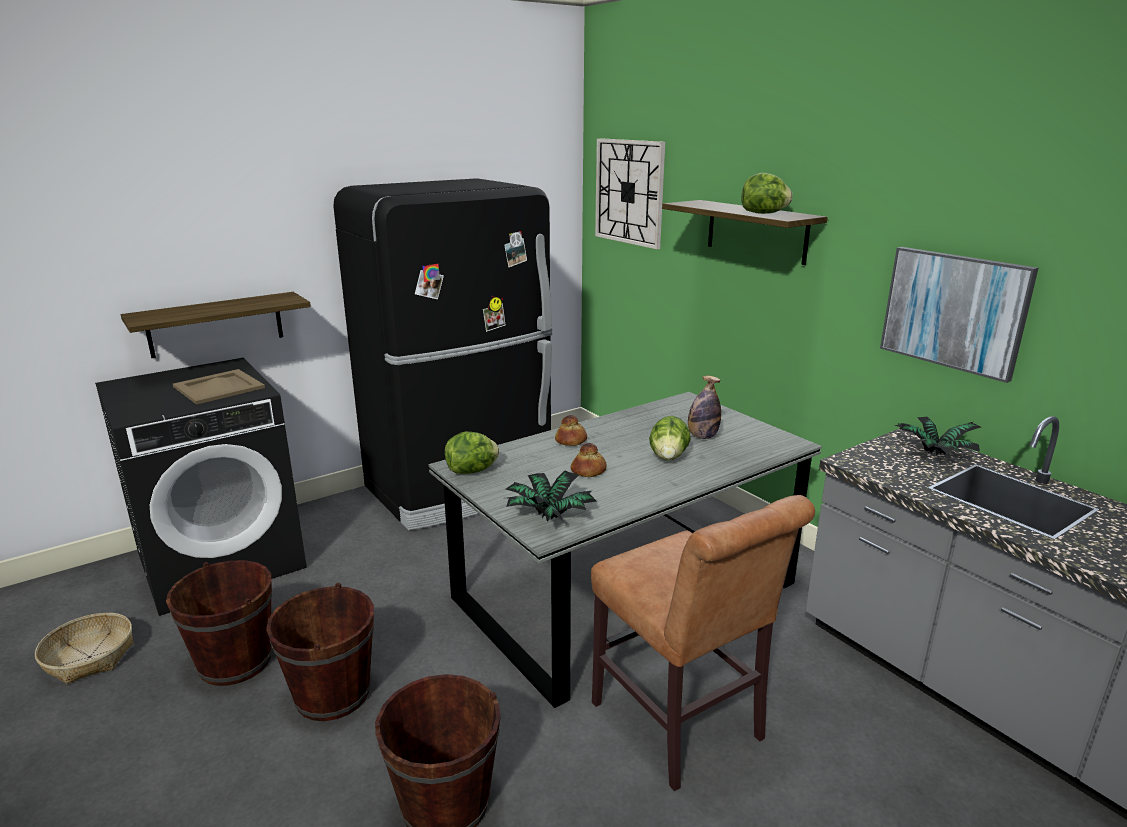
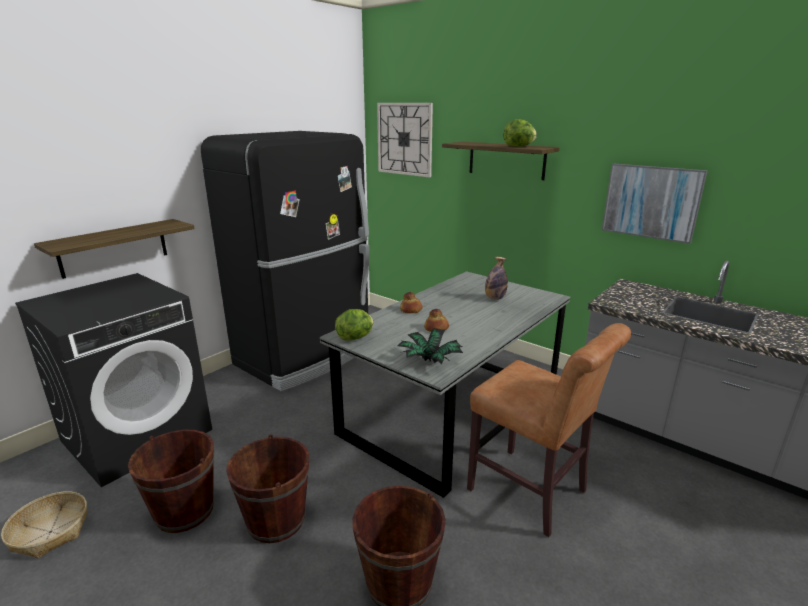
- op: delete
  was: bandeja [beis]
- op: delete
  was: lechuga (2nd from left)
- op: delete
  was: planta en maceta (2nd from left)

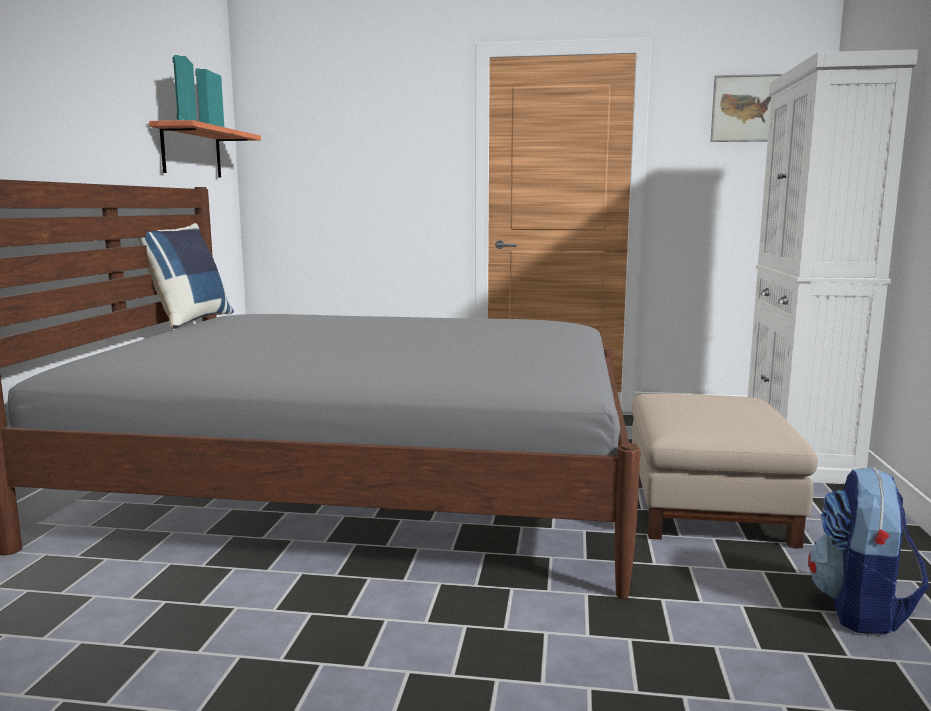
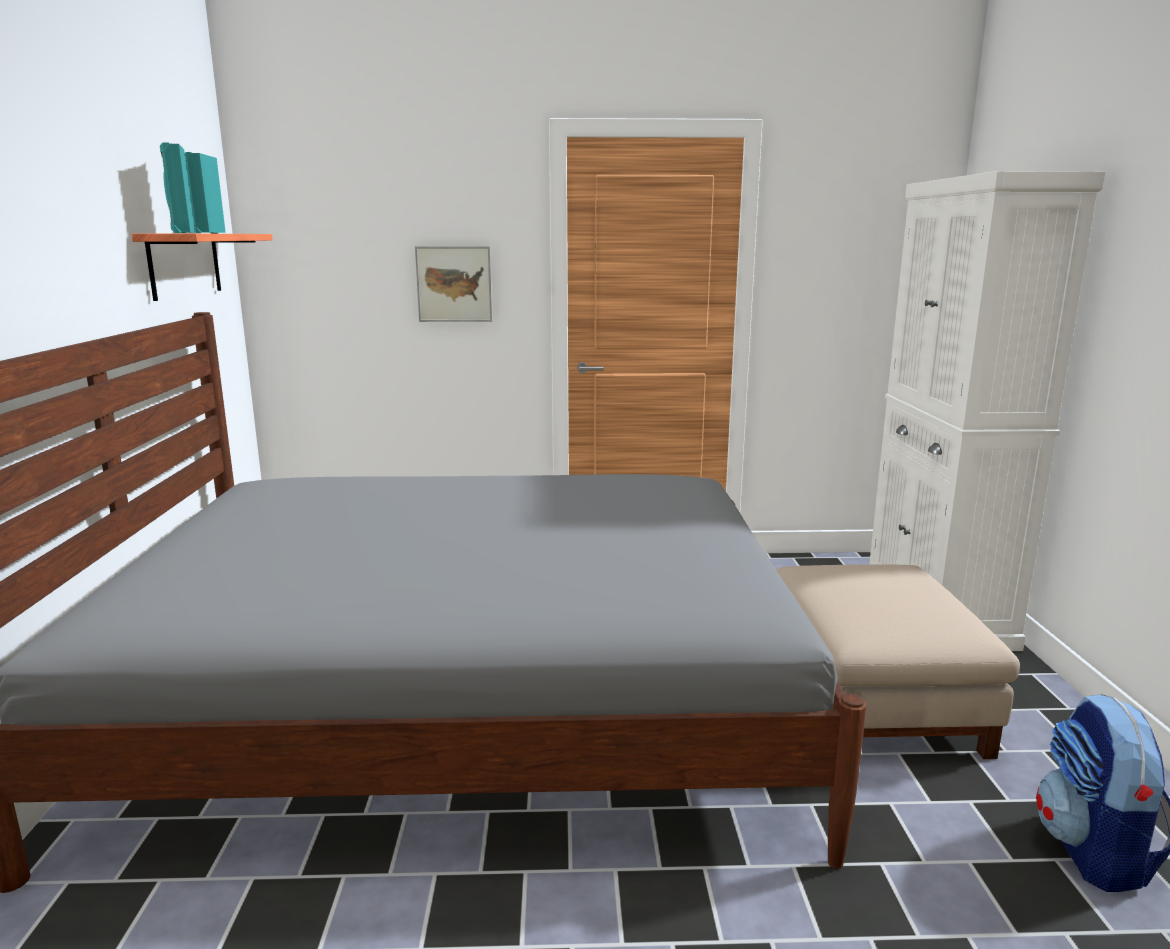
- op: move
  was: cuadro
- op: delete
  was: cojín [azul]

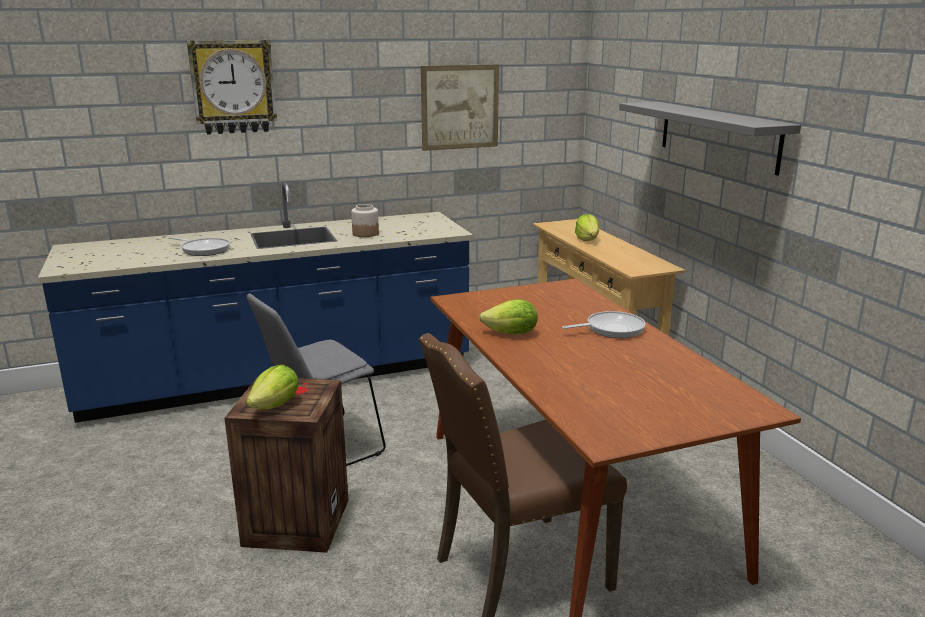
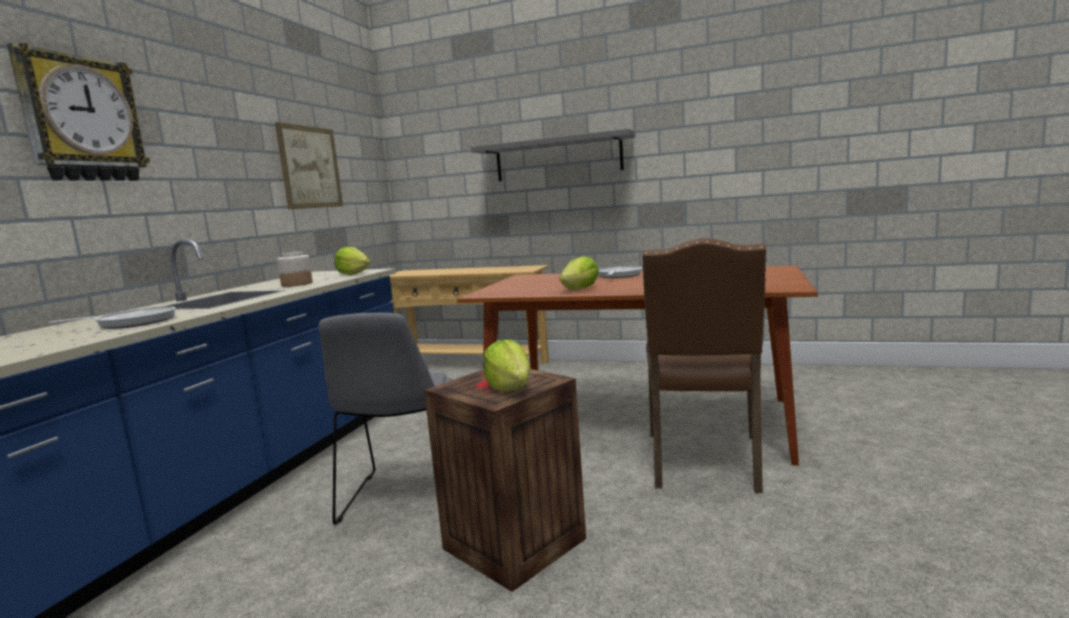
- op: move
  was: lechuga (3rd from left in the first image)
  now: lechuga (1st from left)

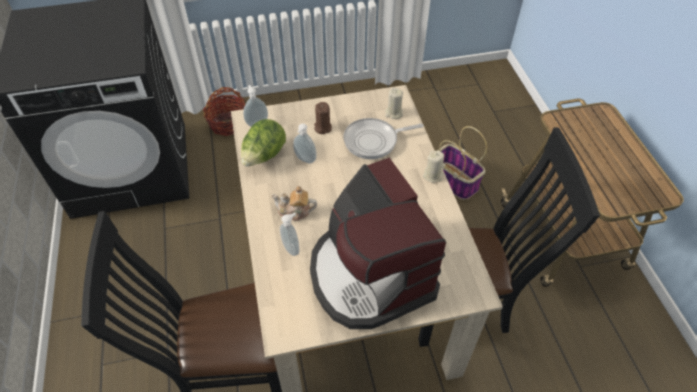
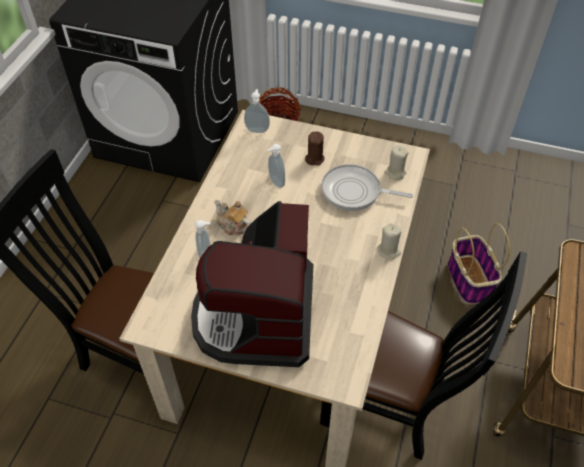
- op: delete
  was: lechuga

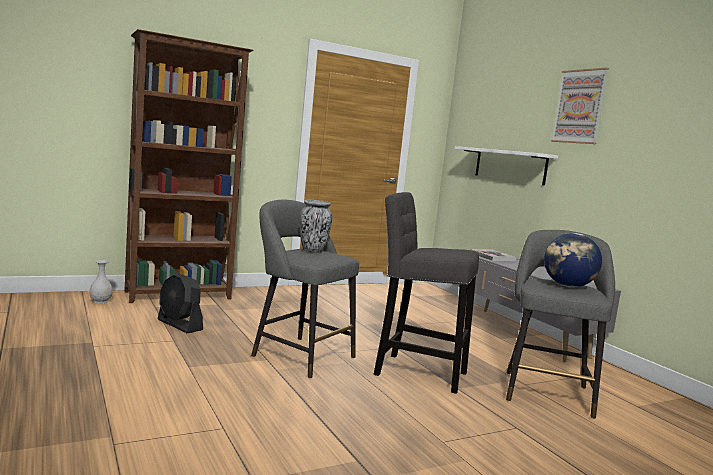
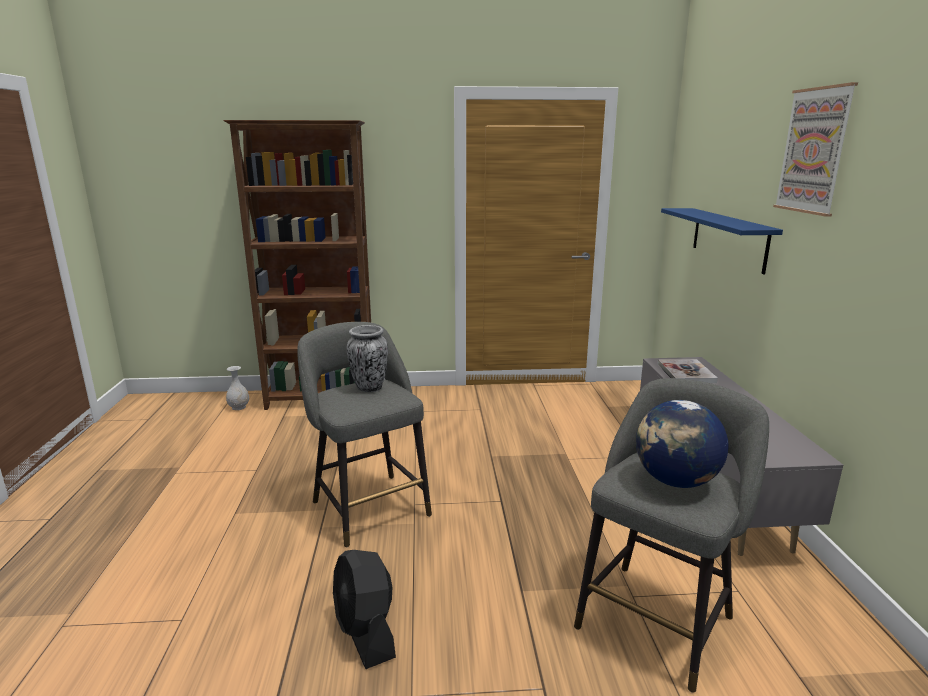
- op: move
  was: ventilador [negro]
- op: recolor
  was: estante [blanco]
  now: estante [azul]
- op: delete
  was: taburete [gris] (2nd from left)

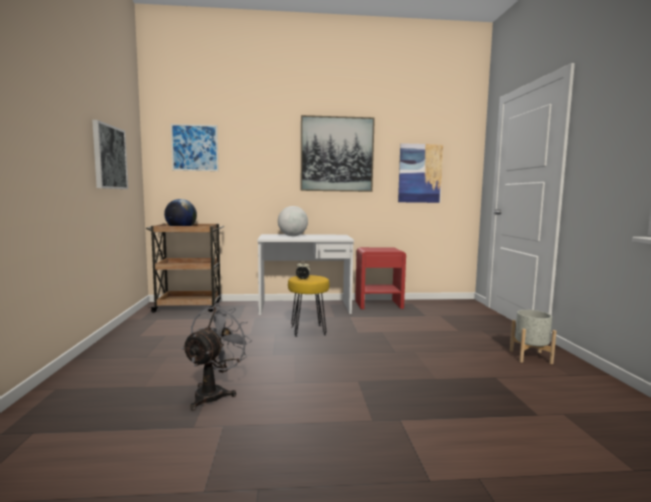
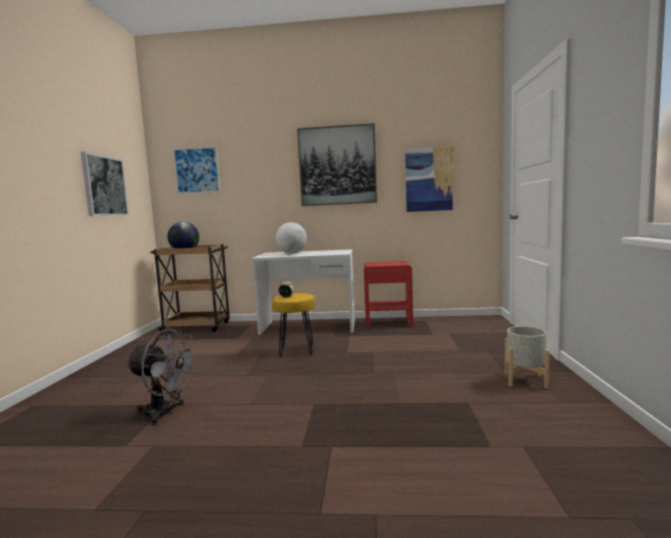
- op: rotate
  was: ventilador [gris]
  clockwise: 75

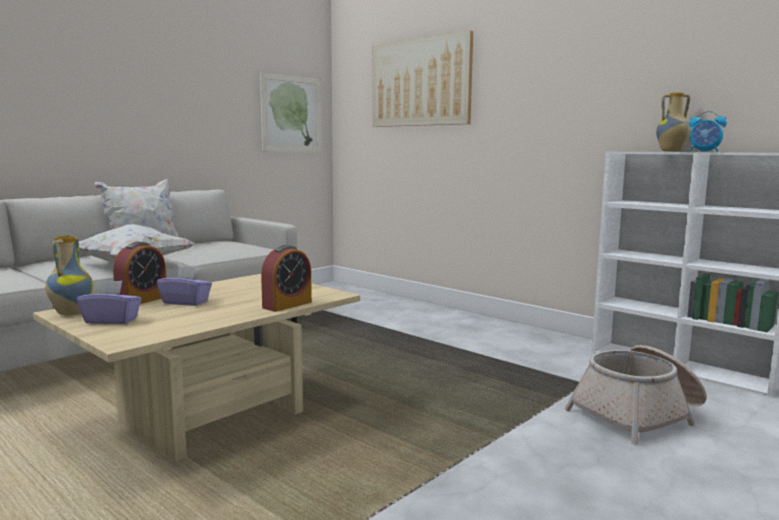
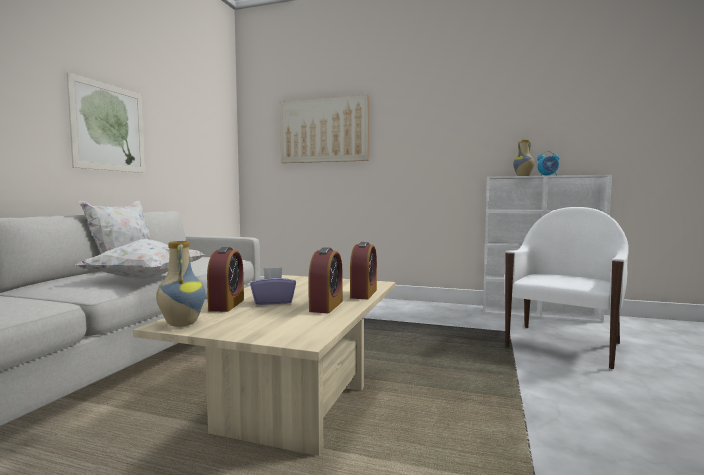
- op: move
  was: cuadro (1st from left)
- op: insert
  now: despertador (2nd from left)
- op: replace
  was: cesta
  now: sillón [blanco]
- op: delete
  was: caja de pañuelos [morado] (1st from left)

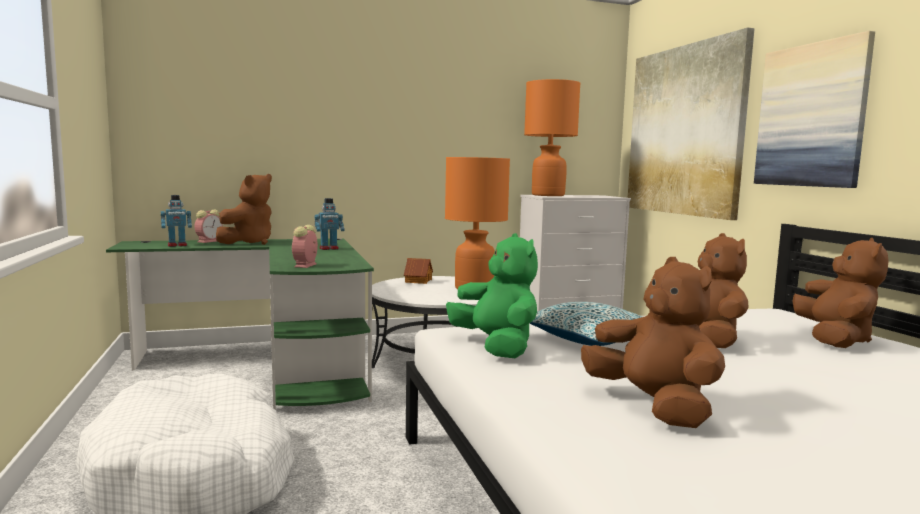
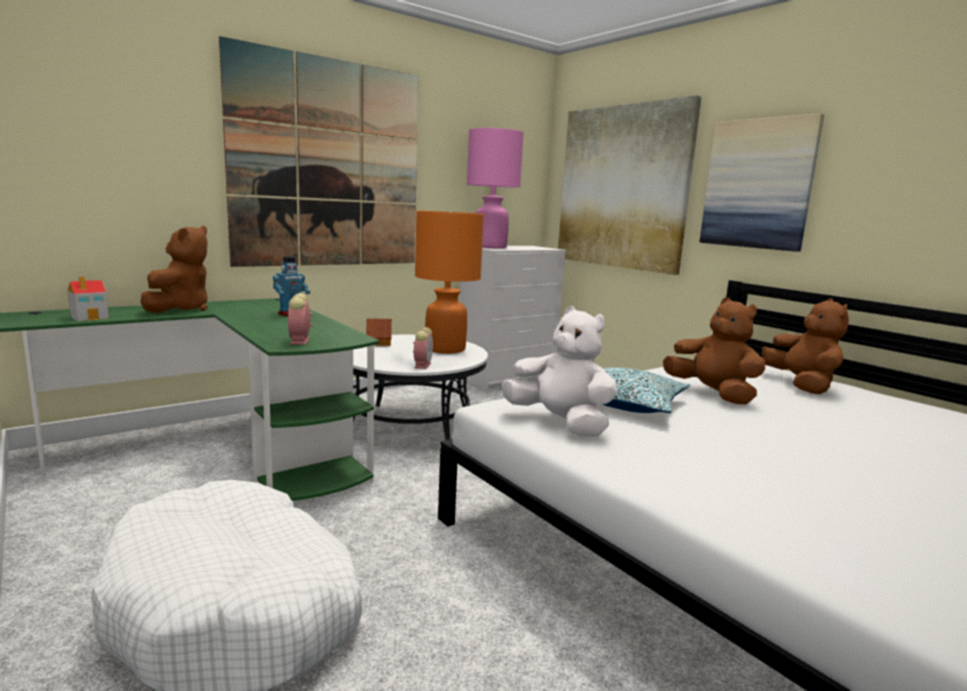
- op: replace
  was: robot de juguete (1st from left)
  now: casita (1st from left)
- op: insert
  now: cuadro (1st from left)
- op: move
  was: despertador (1st from left in the first image)
  now: despertador (2nd from left)
- op: recolor
  was: lámpara de mesa [naranja] (2nd from left)
  now: lámpara de mesa [rosa]
- op: recolor
  was: peluche [verde]
  now: peluche [blanco]
- op: delete
  was: peluche [marrón] (2nd from left)

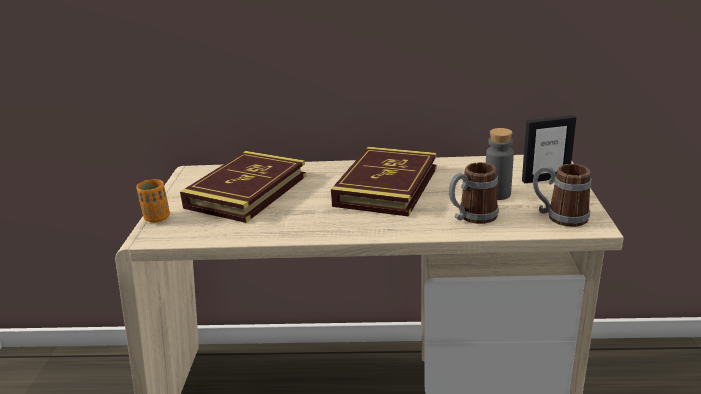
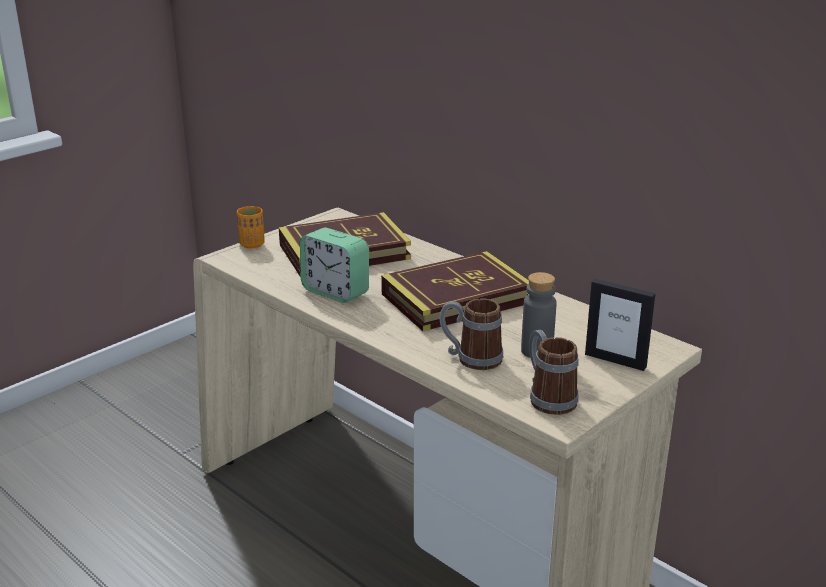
- op: insert
  now: despertador

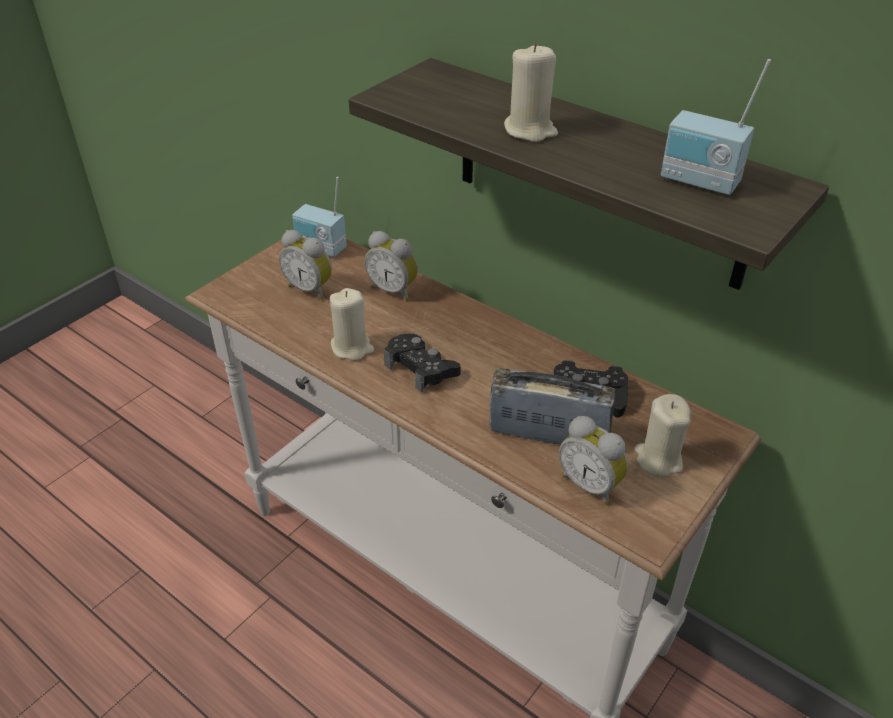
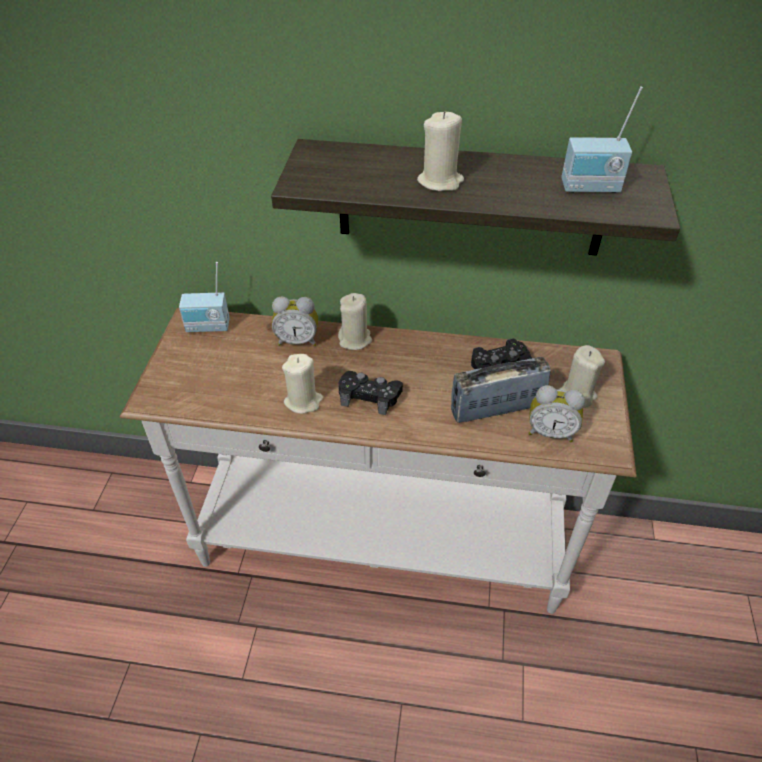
- op: insert
  now: vela [beis] (2nd from left)
- op: delete
  was: despertador (1st from left)

